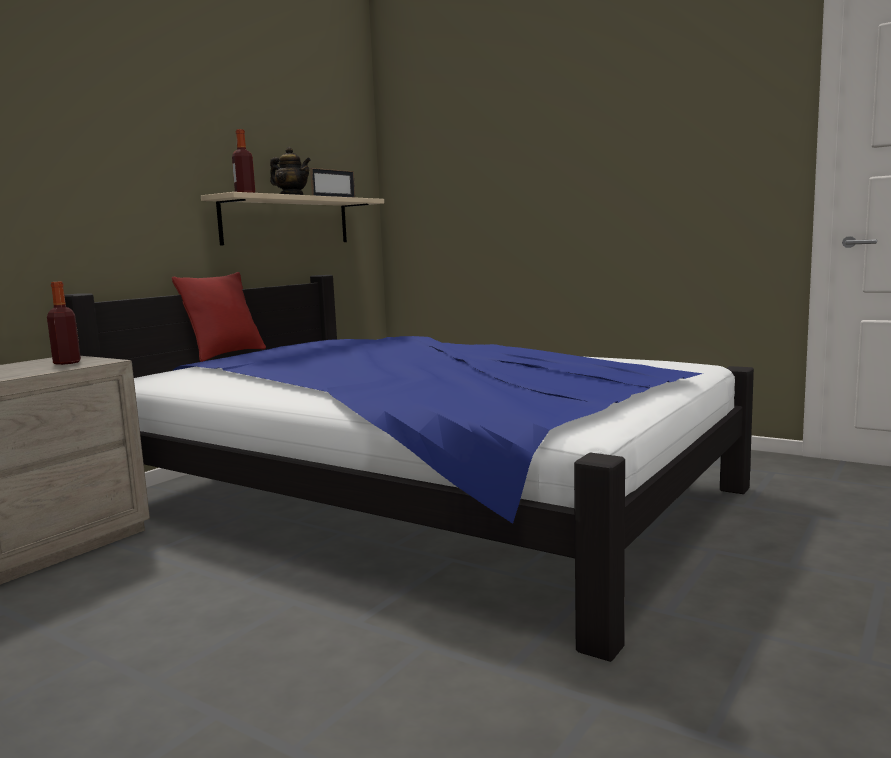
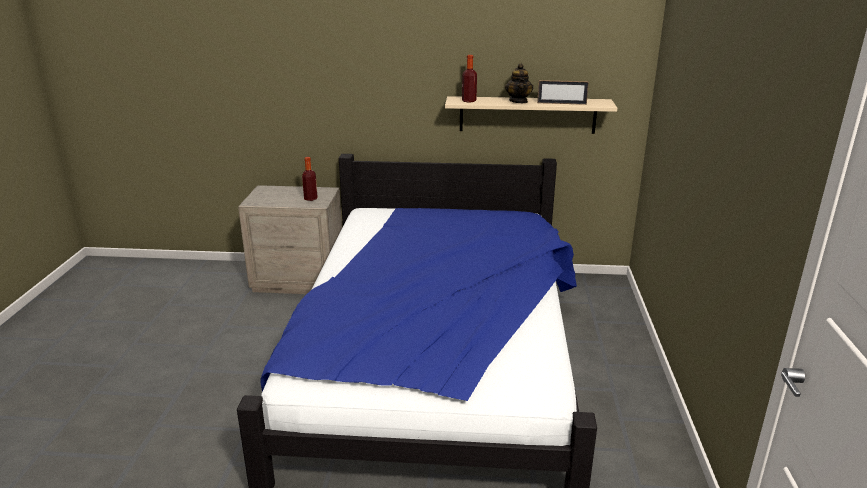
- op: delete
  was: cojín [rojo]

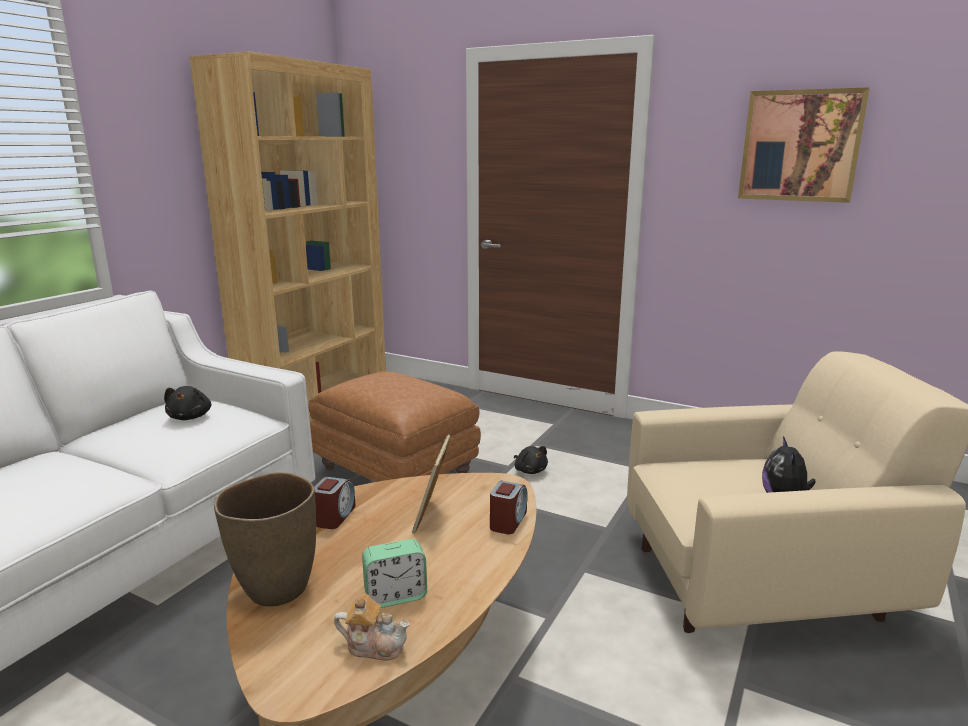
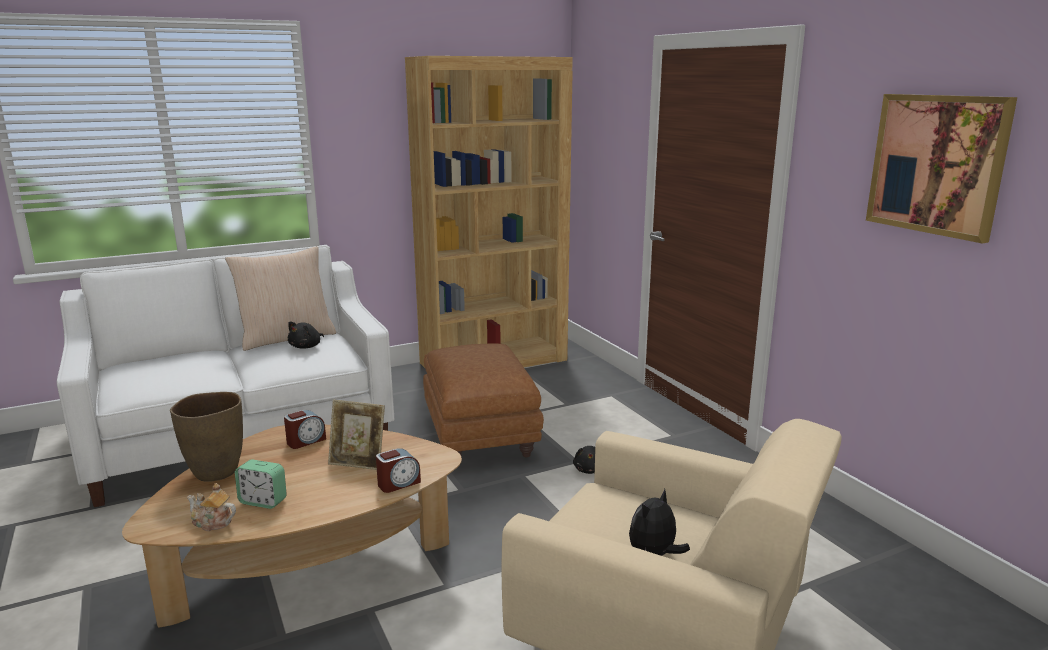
- op: rotate
  was: tetera
  clockwise: 150
- op: insert
  now: cojín [beis]
- op: rotate
  was: portarretratos
  clockwise: -120

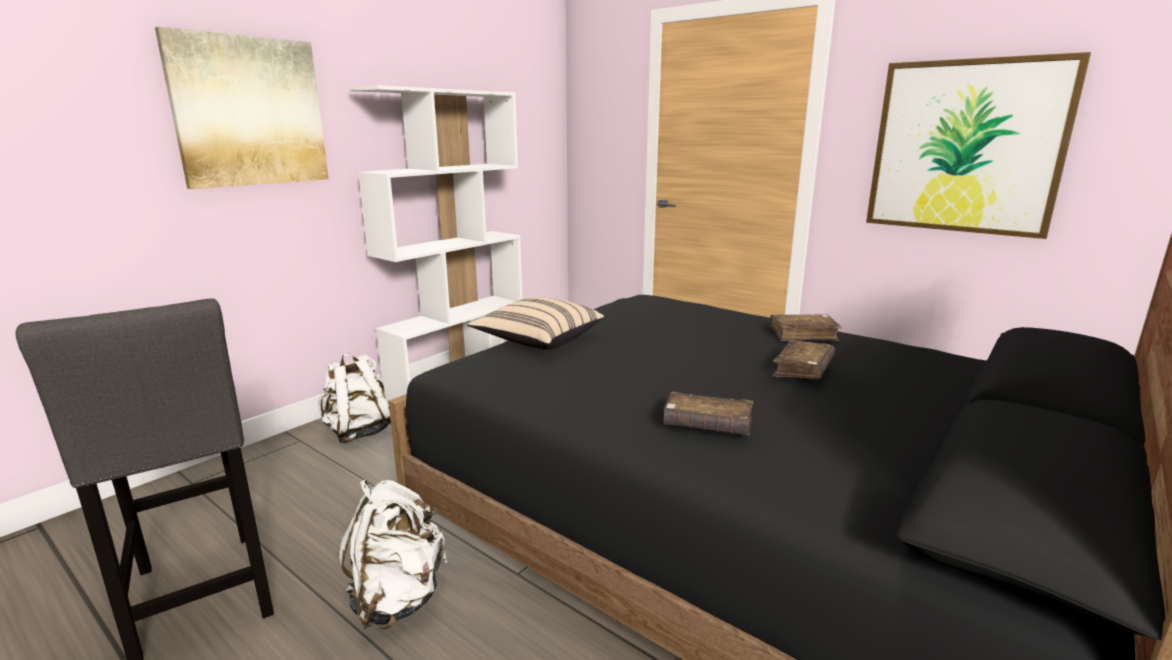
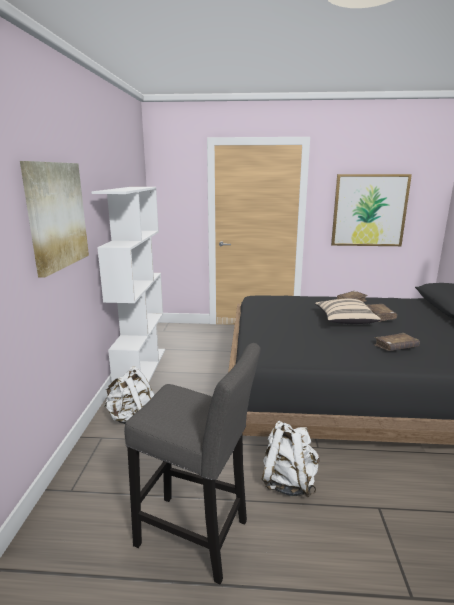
- op: move
  was: cojín [beis]

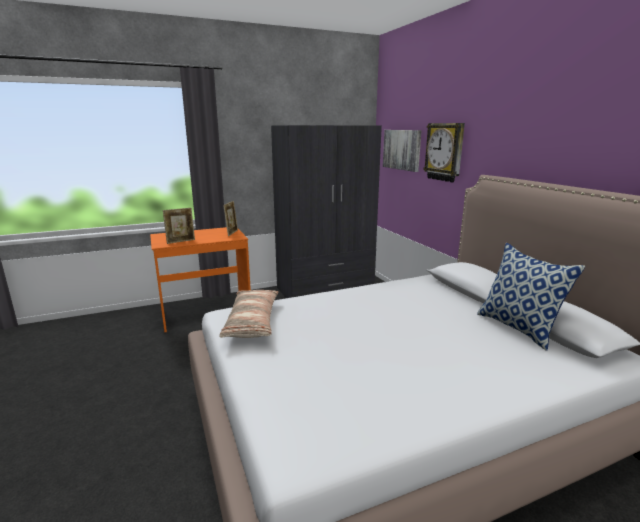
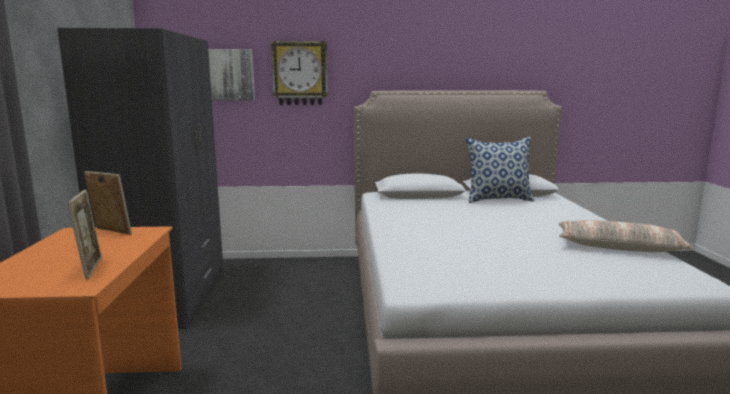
- op: move
  was: cojín (1st from left in the first image)
  now: cojín (2nd from left)

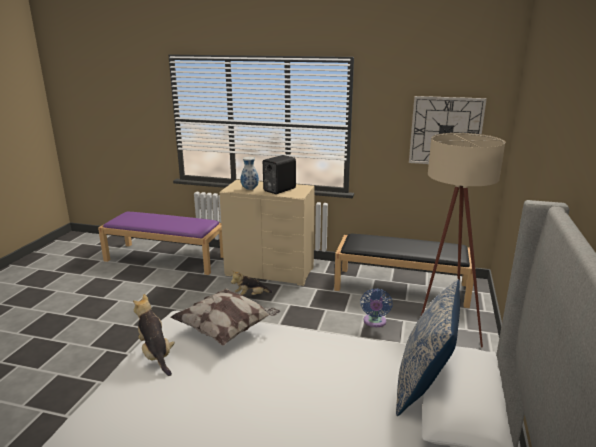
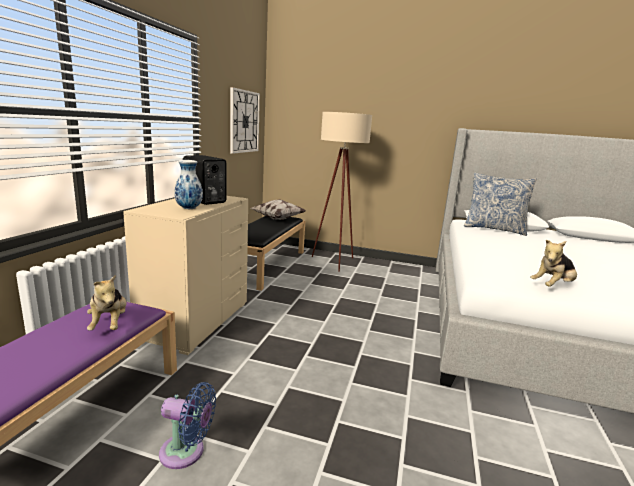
- op: move
  was: peluche (2nd from left in the first image)
  now: peluche (1st from left)
- op: move
  was: ventilador [azul]
- op: move
  was: cojín (1st from left)

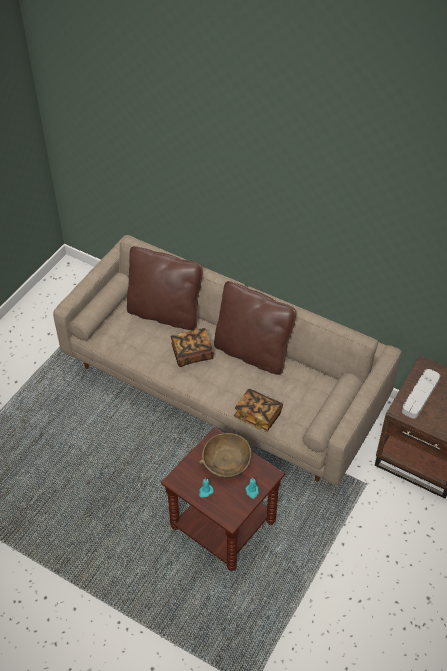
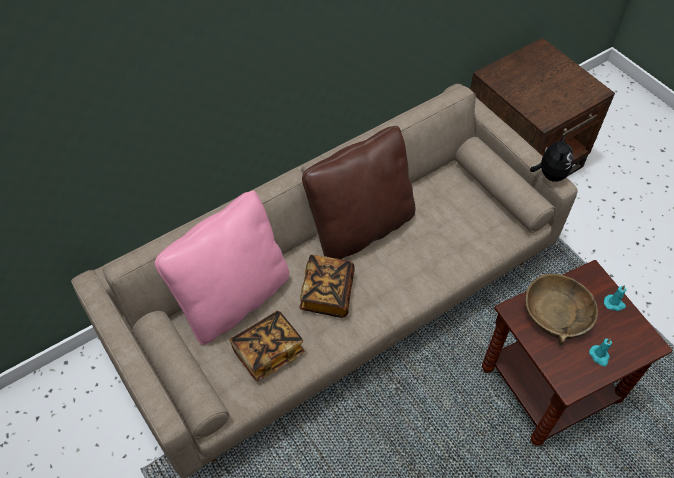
- op: recolor
  was: cojín [marrón] (1st from left)
  now: cojín [rosa]
- op: move
  was: libro (2nd from left in the first image)
  now: libro (1st from left)
- op: insert
  now: peluche
- op: delete
  was: bandeja [gris]

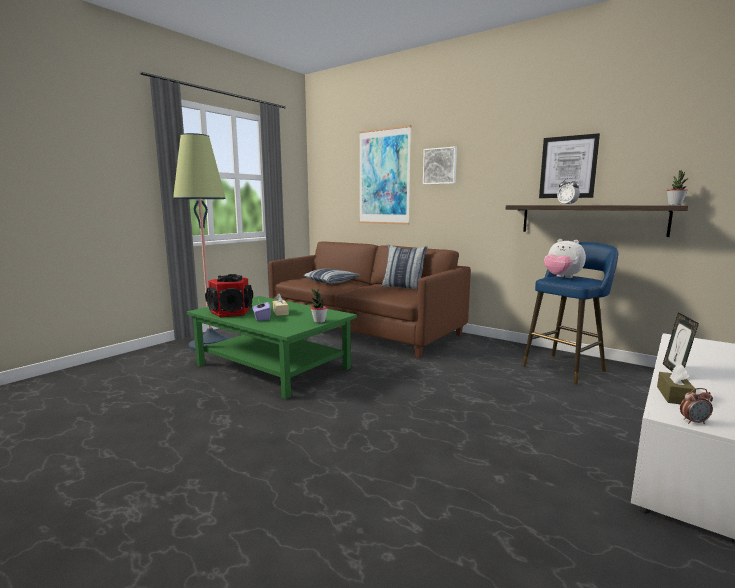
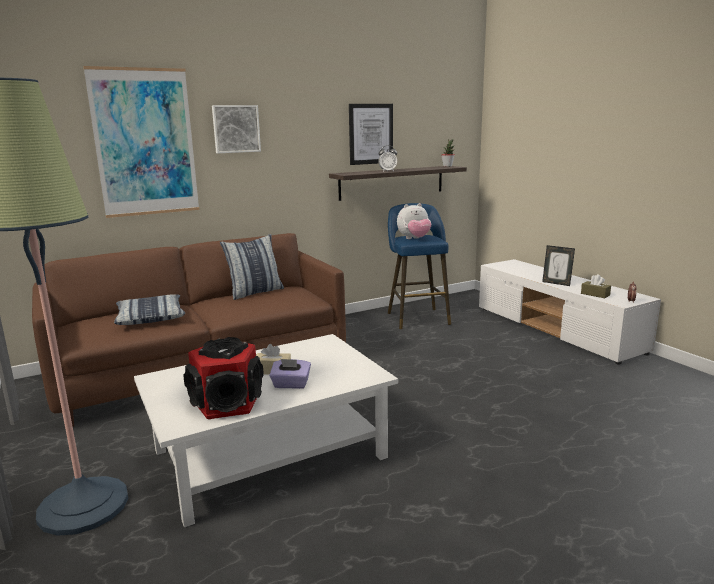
- op: recolor
  was: mesa de centro [verde]
  now: mesa de centro [blanco]
- op: delete
  was: planta en maceta (1st from left)

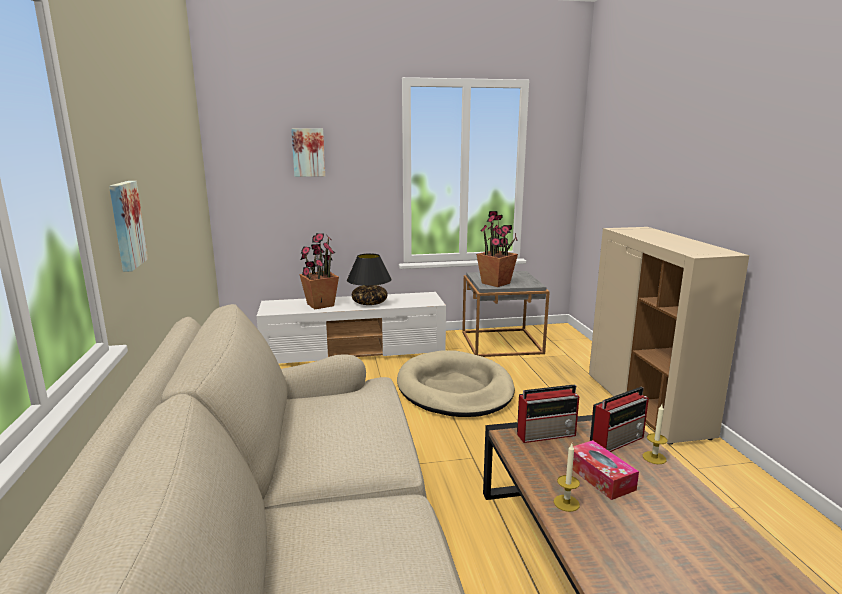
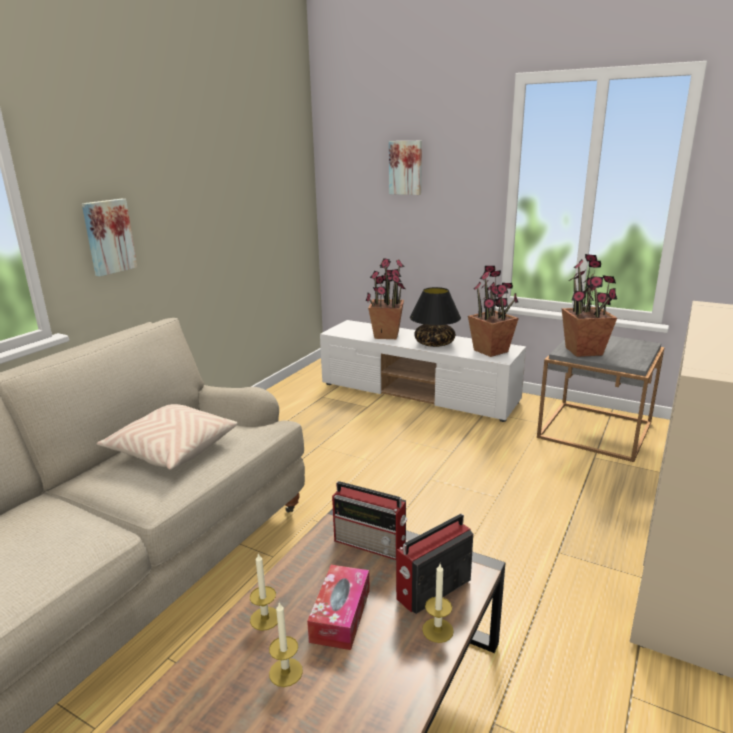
- op: insert
  now: cojín [beis]
- op: insert
  now: vela (2nd from left)
- op: rotate
  was: radio (2nd from left)
  clockwise: 135
- op: insert
  now: planta en maceta (2nd from left)
- op: delete
  was: cama para perro [beis]

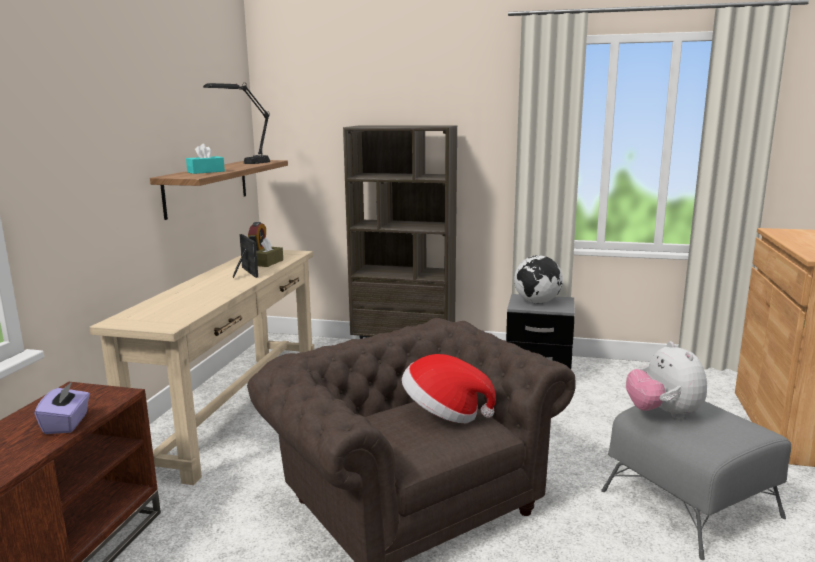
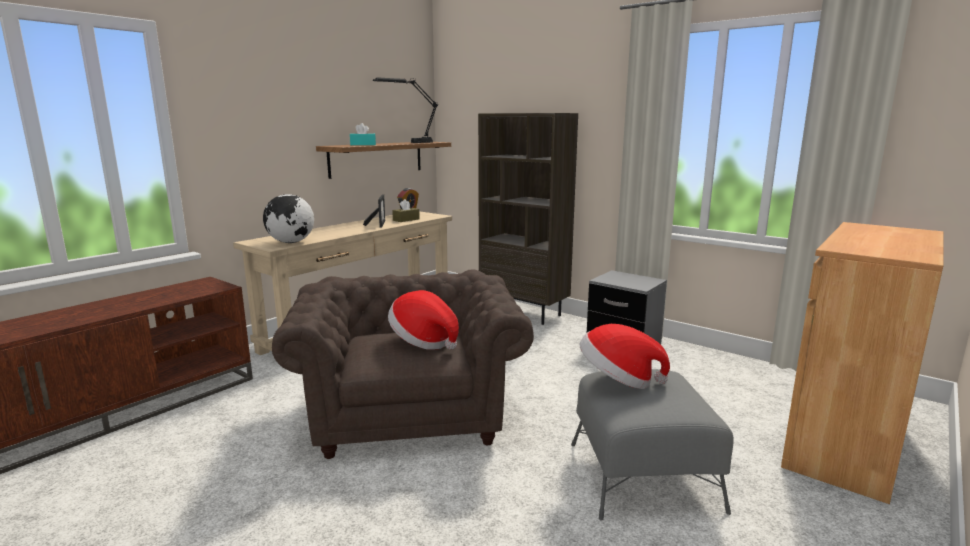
- op: move
  was: globo terráqueo
- op: replace
  was: peluche
  now: sombrero (2nd from left)
- op: delete
  was: caja de pañuelos [morado]

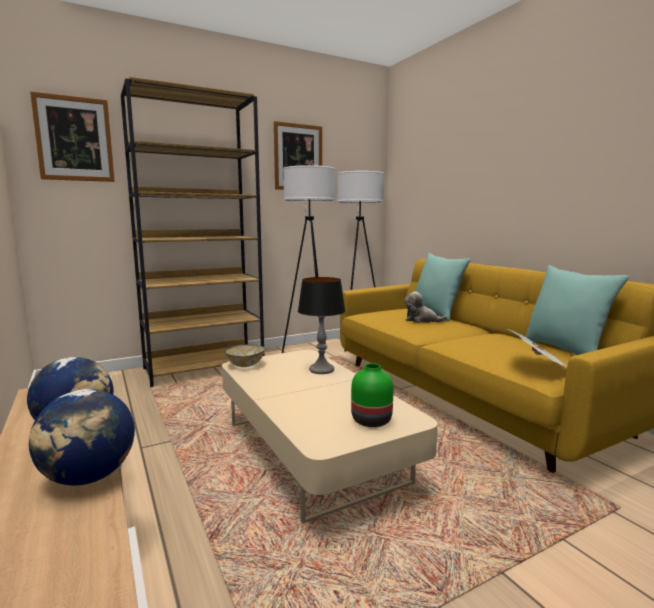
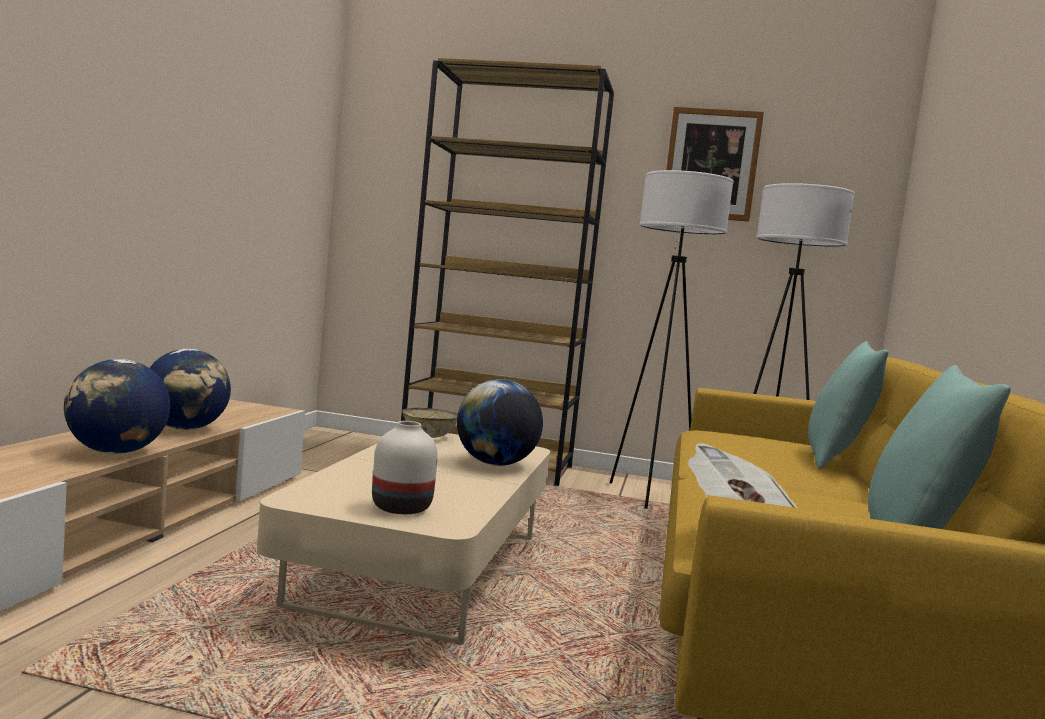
- op: recolor
  was: florero [verde]
  now: florero [blanco]
- op: replace
  was: lámpara de mesa
  now: globo terráqueo (3rd from left)
- op: delete
  was: cuadro (1st from left)
- op: delete
  was: peluche

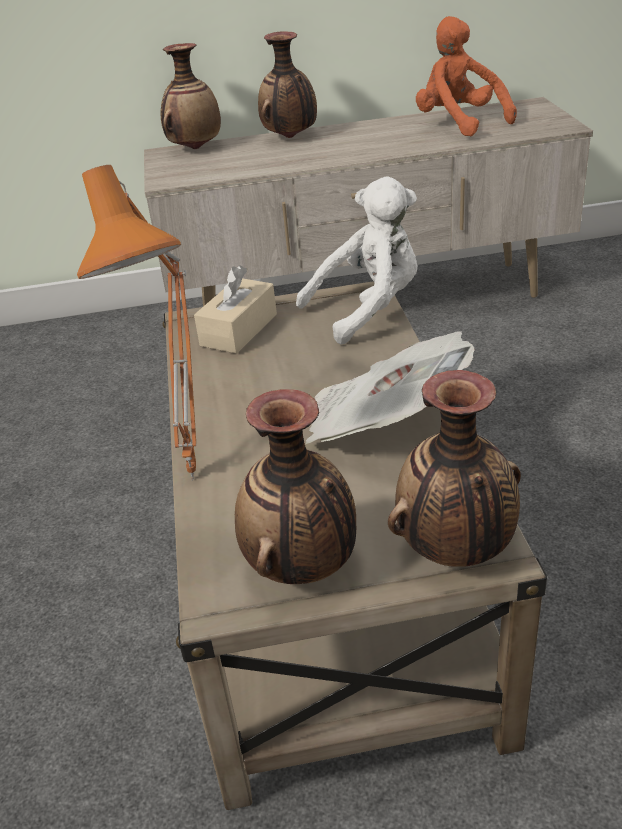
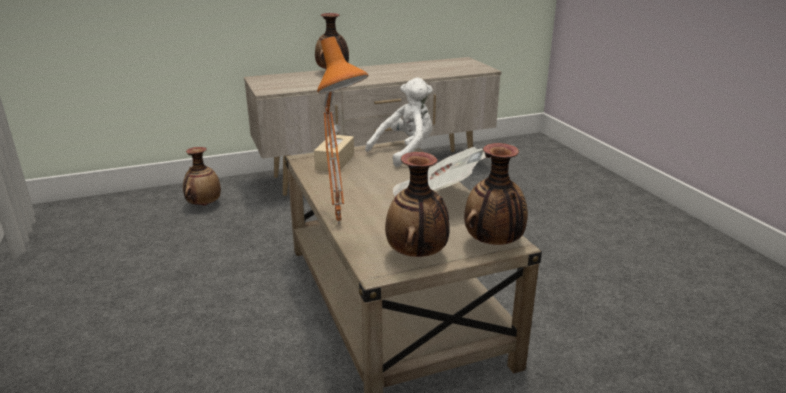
- op: move
  was: florero (1st from left)
- op: delete
  was: peluche [naranja]

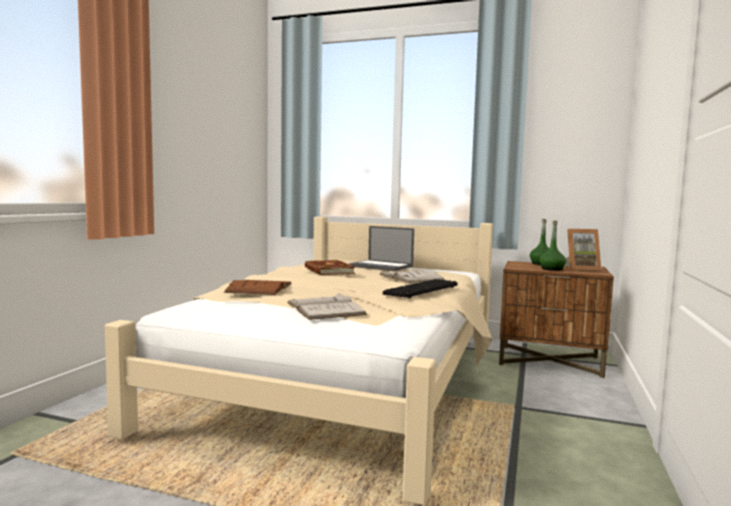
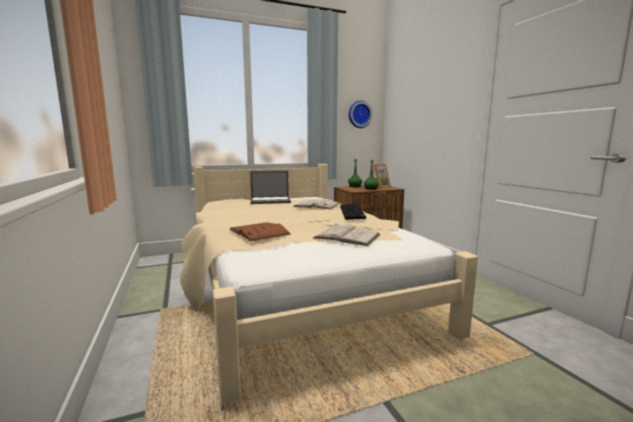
- op: insert
  now: reloj de pared
- op: delete
  was: libro [marrón] (2nd from left)

